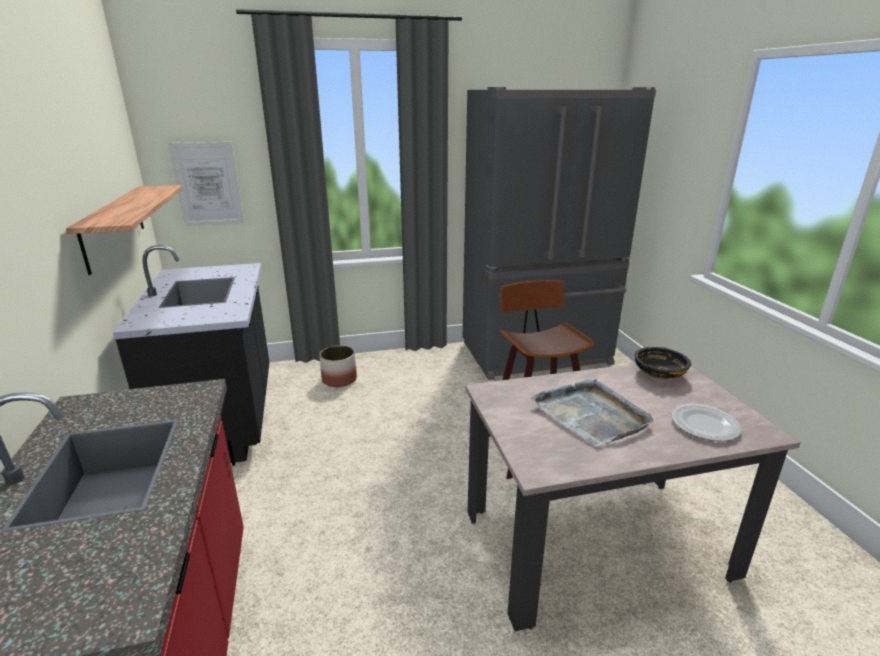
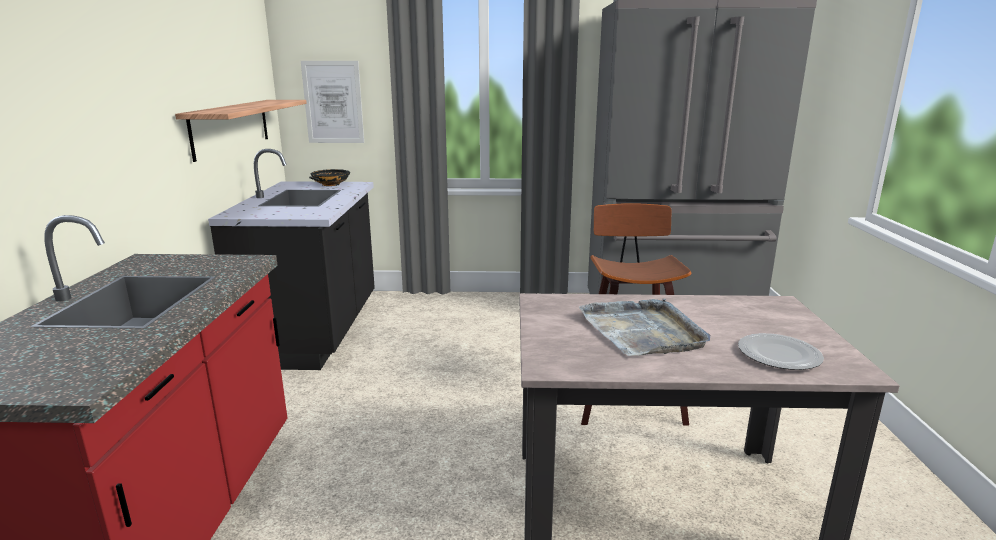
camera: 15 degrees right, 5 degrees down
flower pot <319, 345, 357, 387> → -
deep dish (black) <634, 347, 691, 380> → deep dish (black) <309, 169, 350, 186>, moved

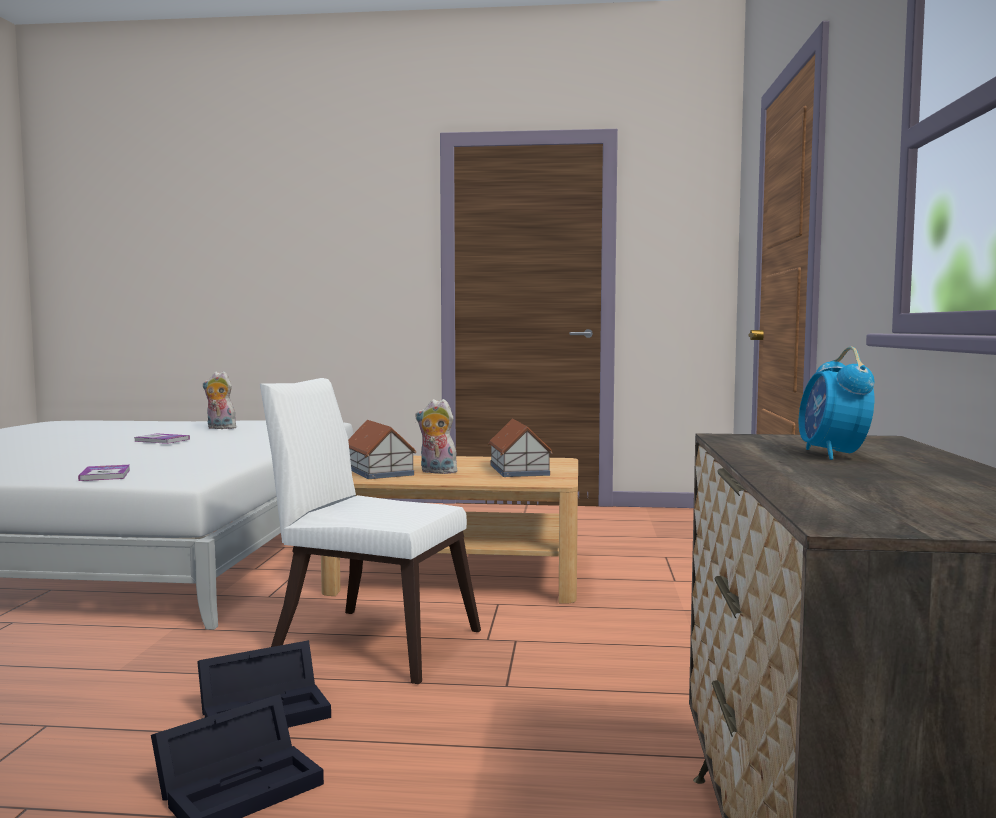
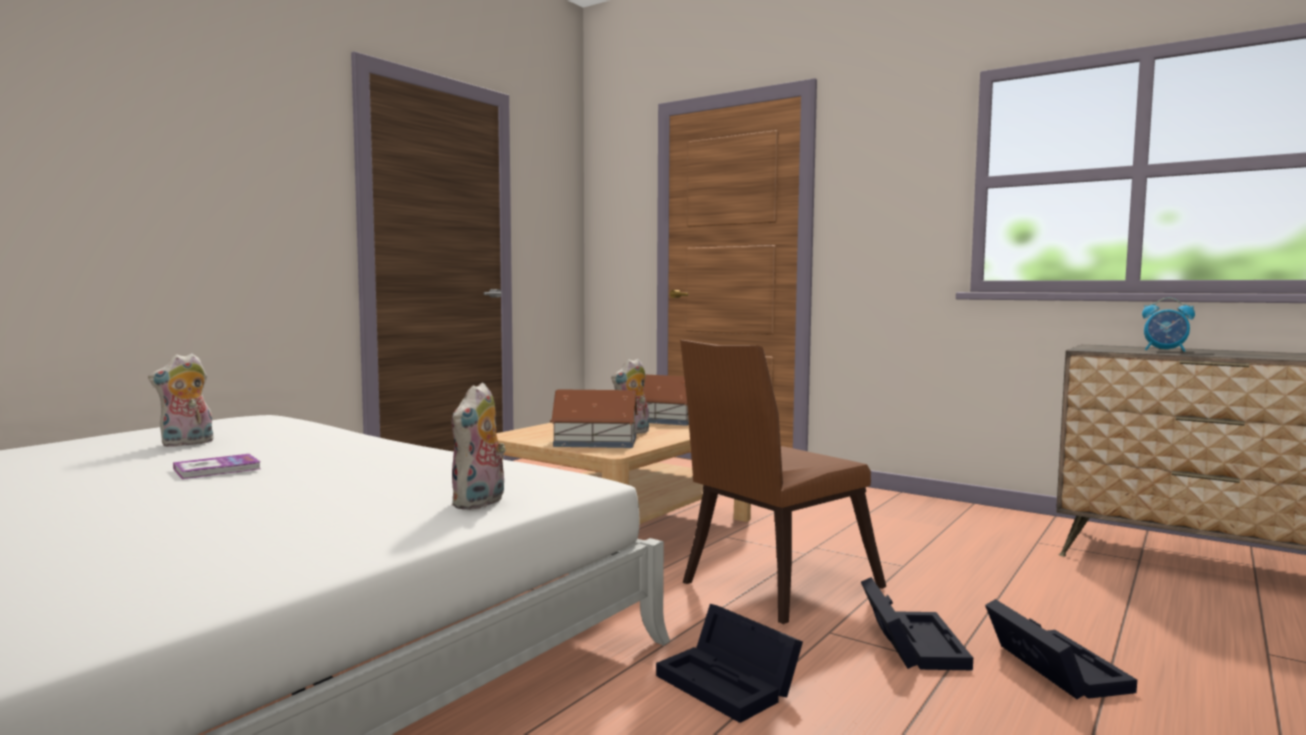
camera: 60 degrees left, 0 degrees up
bound book <78, 465, 130, 481> → soft toy <452, 383, 506, 510>
plain chair (white-coloured) <260, 378, 481, 684> → plain chair (brown) <680, 340, 886, 624>
- → storage box (black) <656, 604, 803, 723>

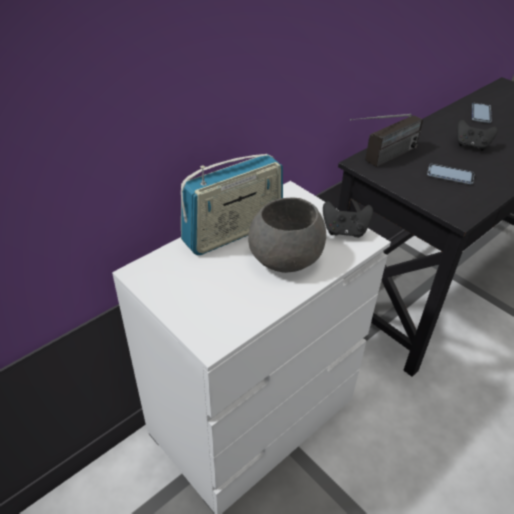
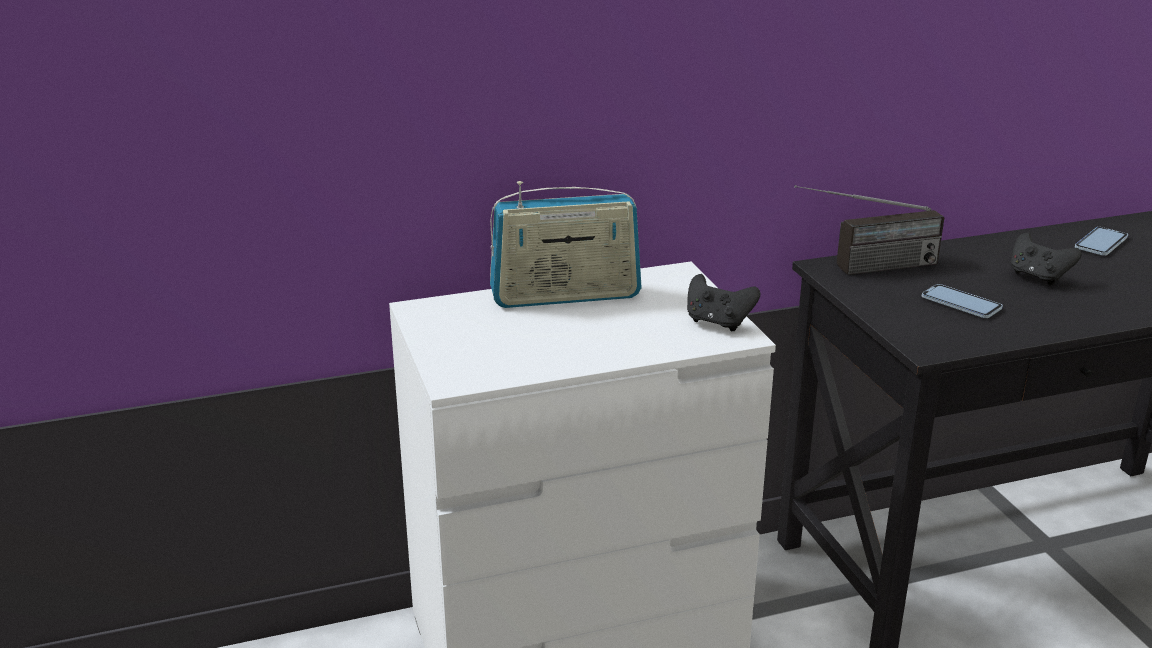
camera: 25 degrees right, 15 degrees down
deep dish (gray) <248, 198, 326, 273> → -

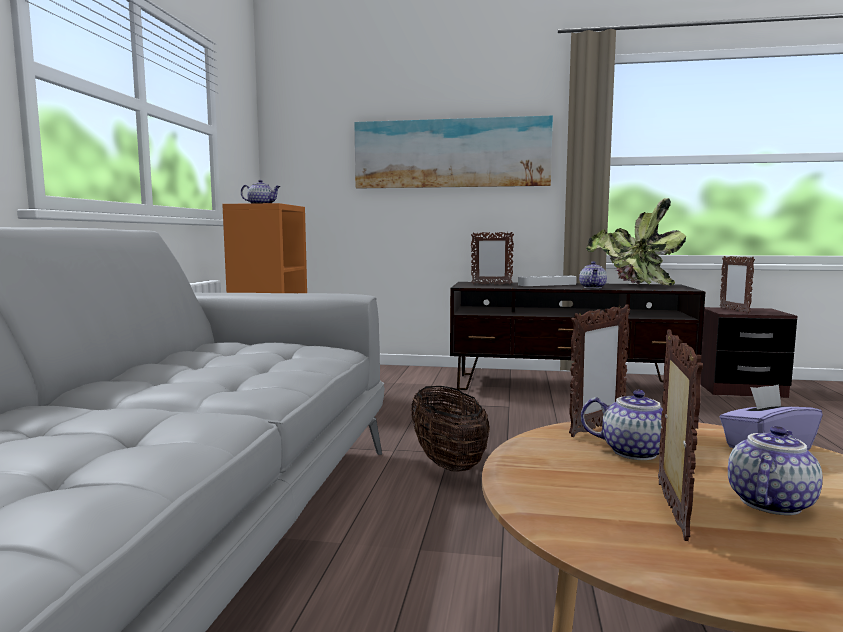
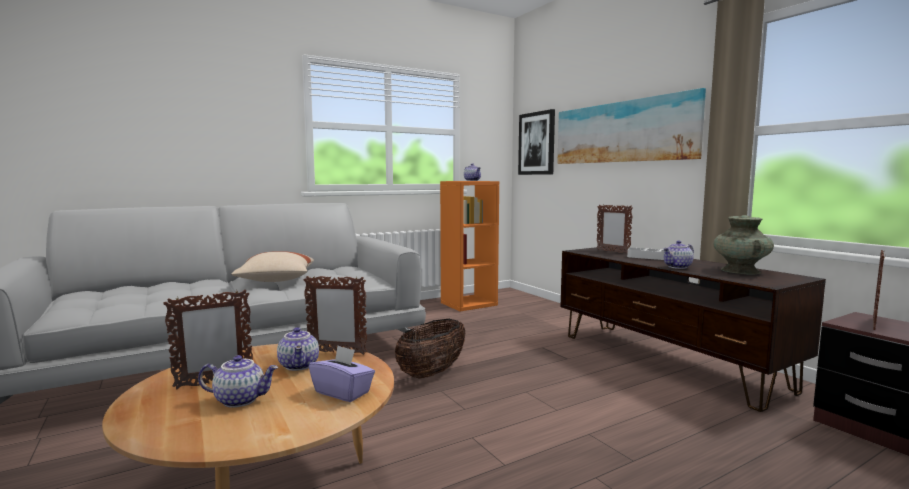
camera: 50 degrees right, 0 degrees up
potted plant <586, 198, 686, 286> → flower vase (turquoise) <713, 215, 774, 275>
- → cushion (sand-coloured) <231, 251, 314, 282>
- → picture <518, 109, 555, 175>

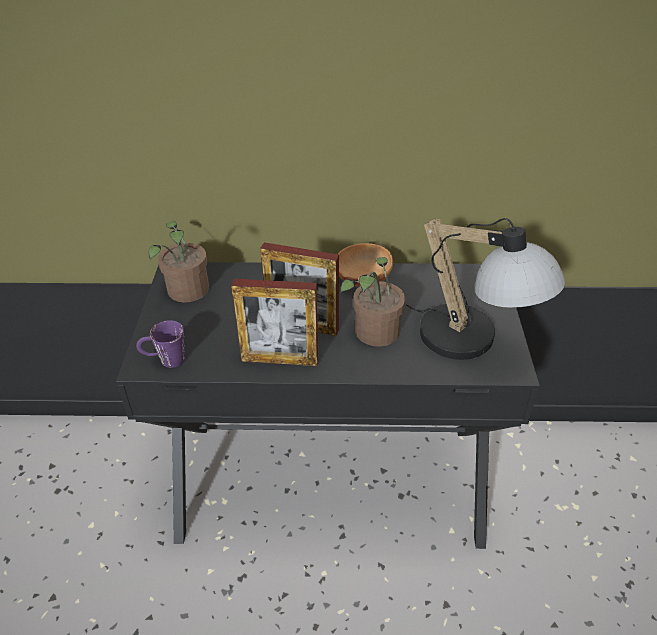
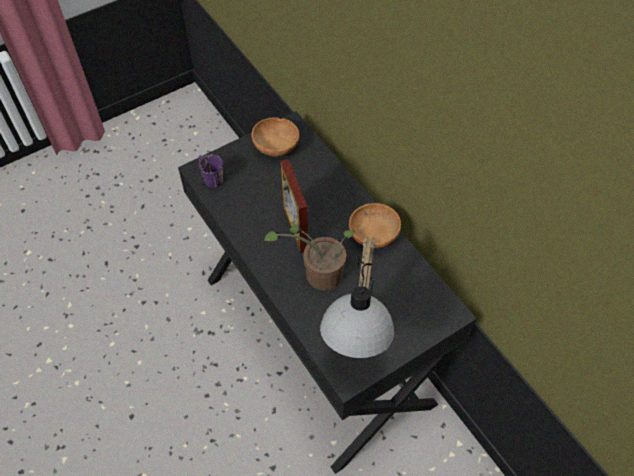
camera: 55 degrees right, 15 degrees up
potted plant <149, 221, 209, 302> → deep dish (brown) <252, 117, 299, 156>
standing frame <231, 279, 319, 366> → -

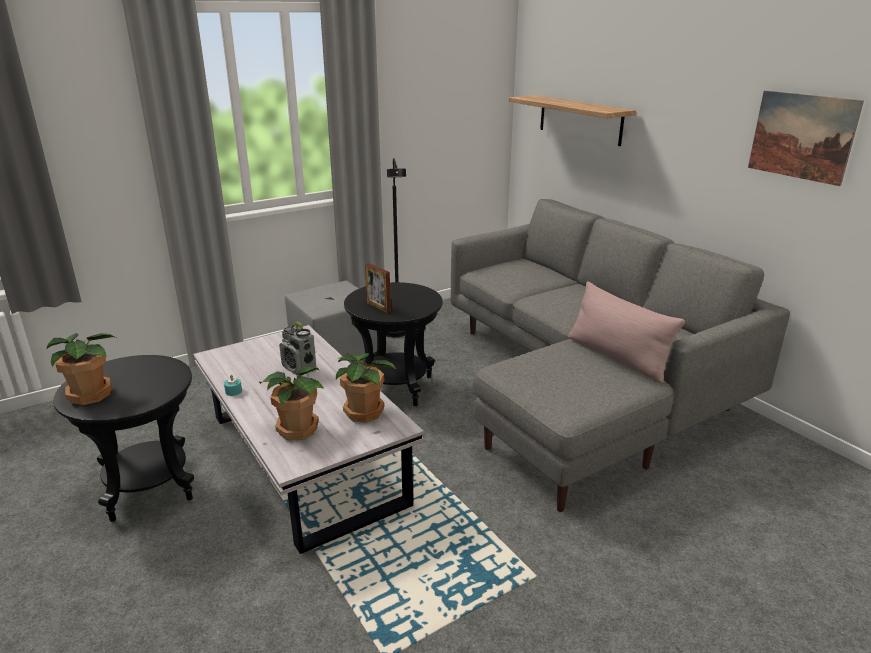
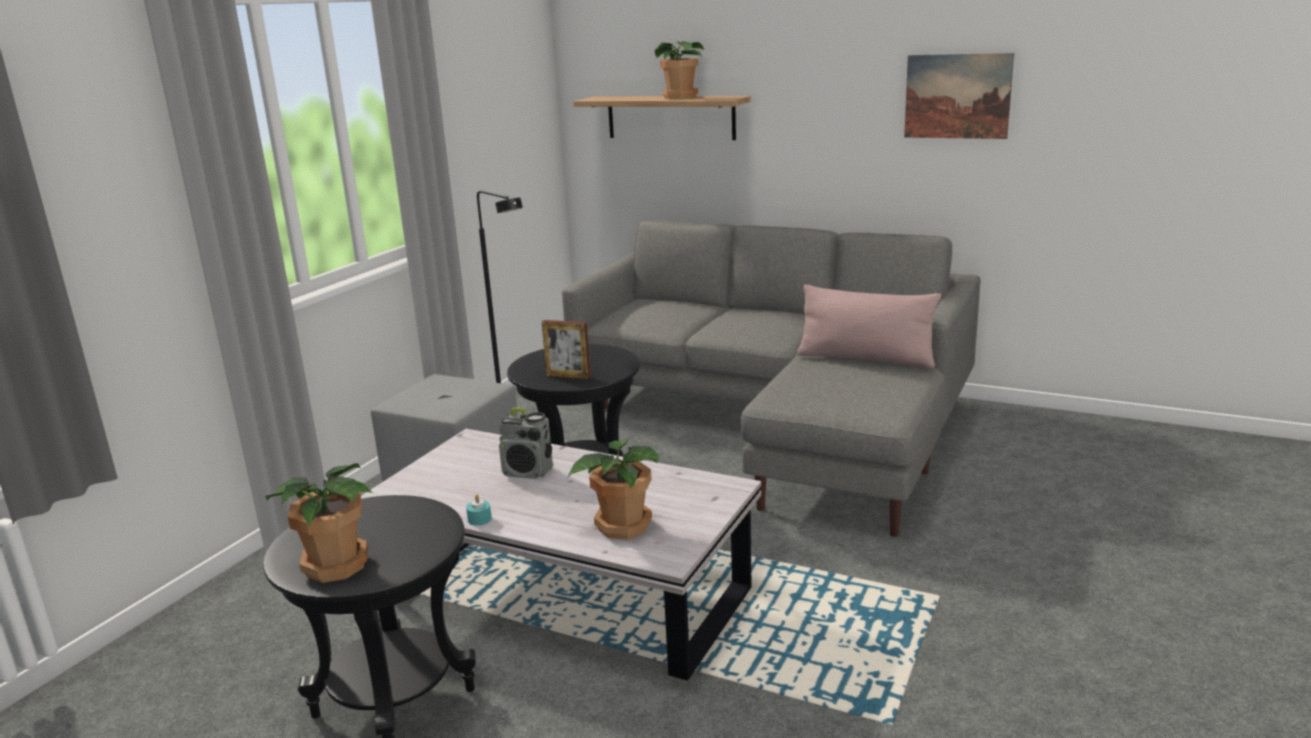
camera: 30 degrees left, 5 degrees down
potted plant <336, 353, 397, 423> → potted plant <655, 41, 704, 100>, moved

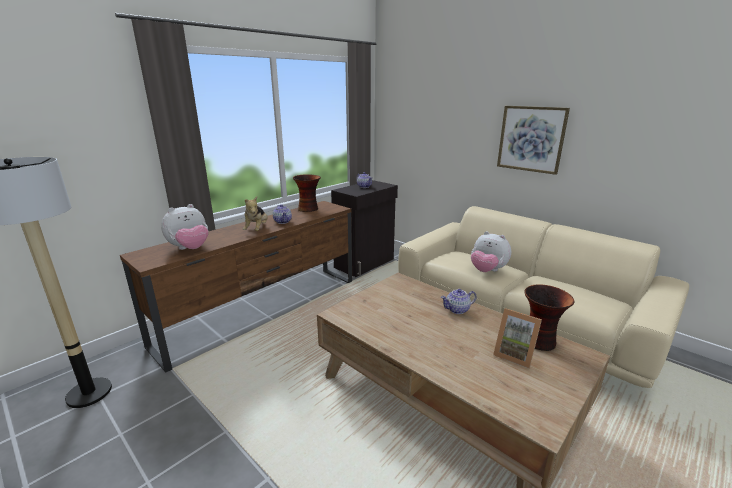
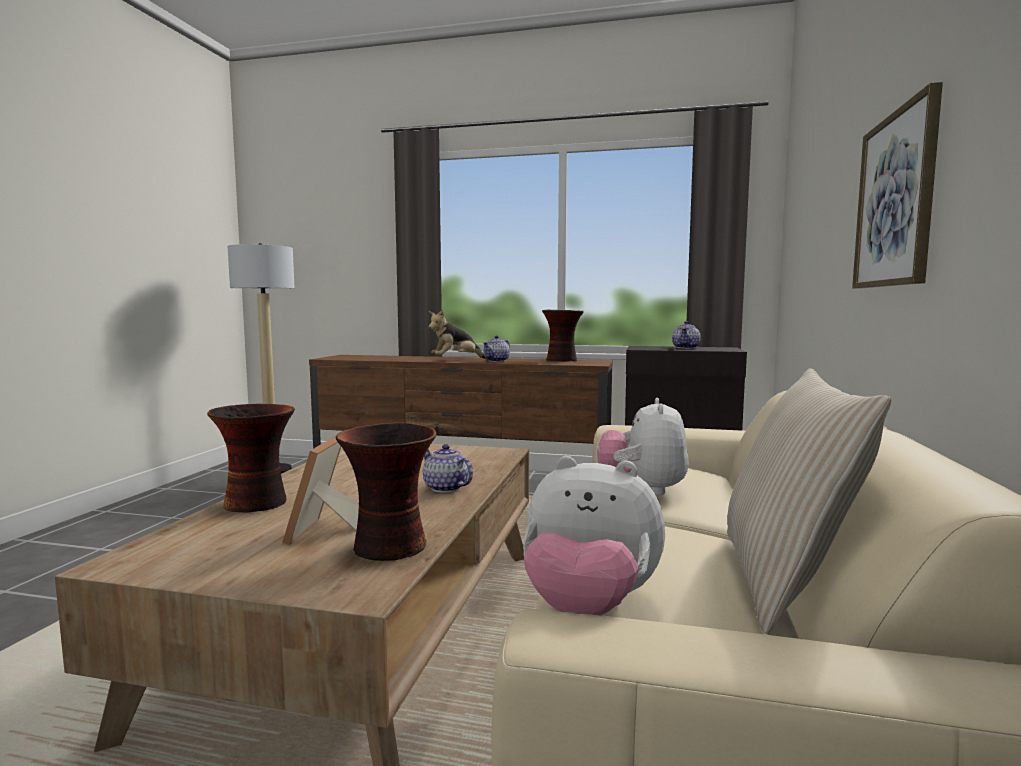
camera: 60 degrees right, 15 degrees down
soft toy <161, 204, 209, 250> → soft toy <523, 456, 665, 615>, moved
- → flower vase <207, 404, 295, 513>
- → cushion (sand-coloured) <727, 368, 891, 634>

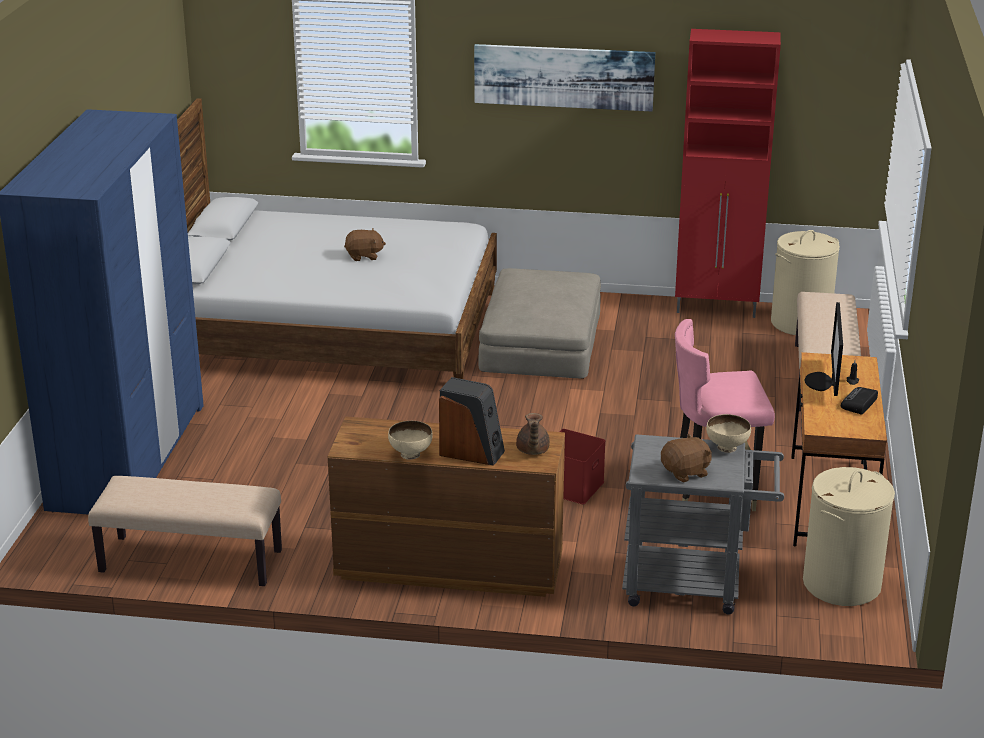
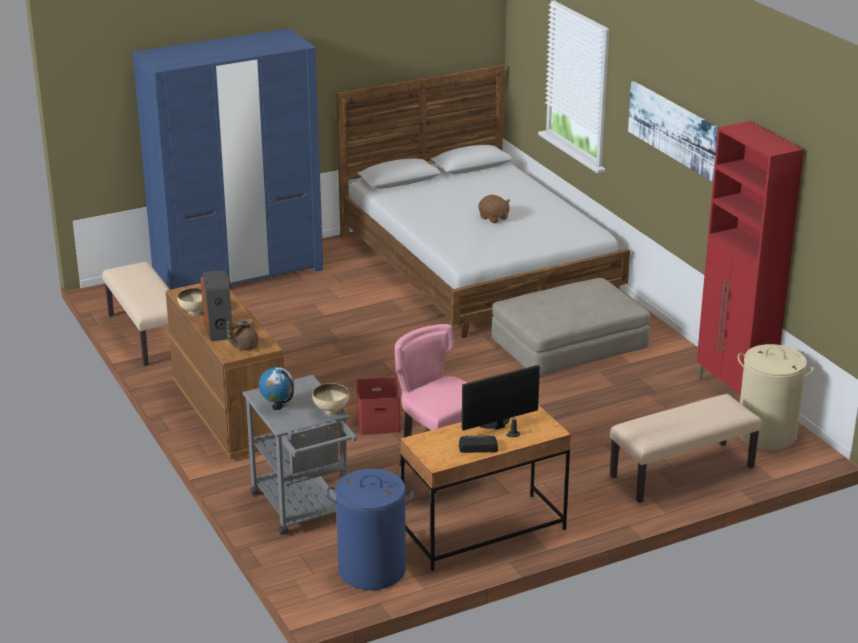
camera: 55 degrees right, 0 degrees up
soft toy (brown) <661, 434, 712, 483> → globe <259, 367, 294, 410>
hamper (sand-coloured) <803, 467, 895, 606> → hamper (blue) <327, 469, 414, 590>

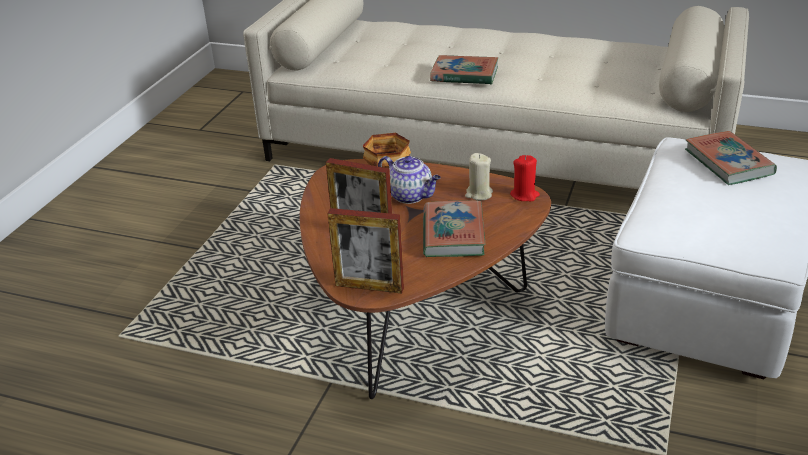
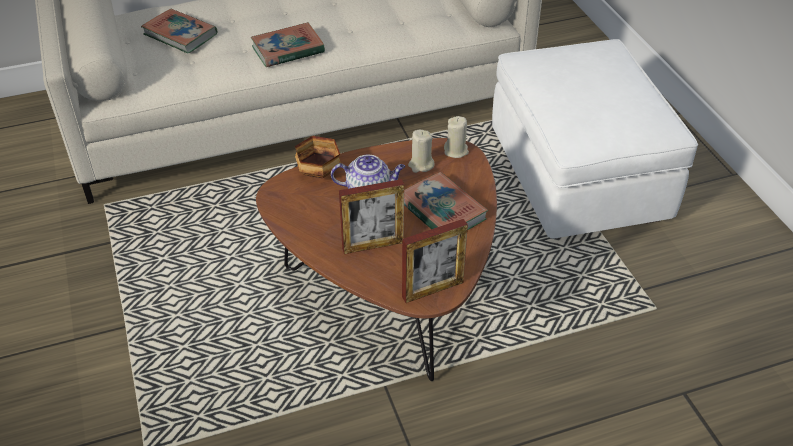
camera: 40 degrees left, 10 degrees up
wax light (red) <510, 155, 540, 201> → wax light (sand-coloured) <444, 116, 469, 158>
bound book <685, 131, 777, 185> → bound book <141, 9, 218, 53>, moved

